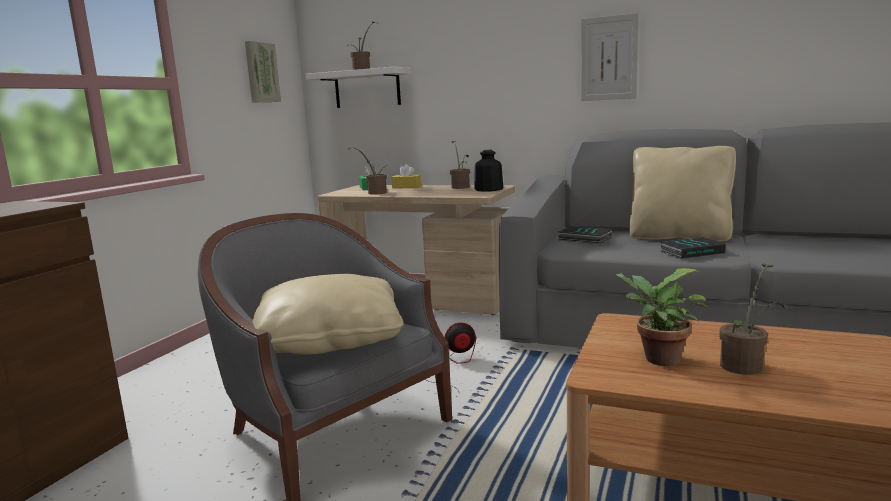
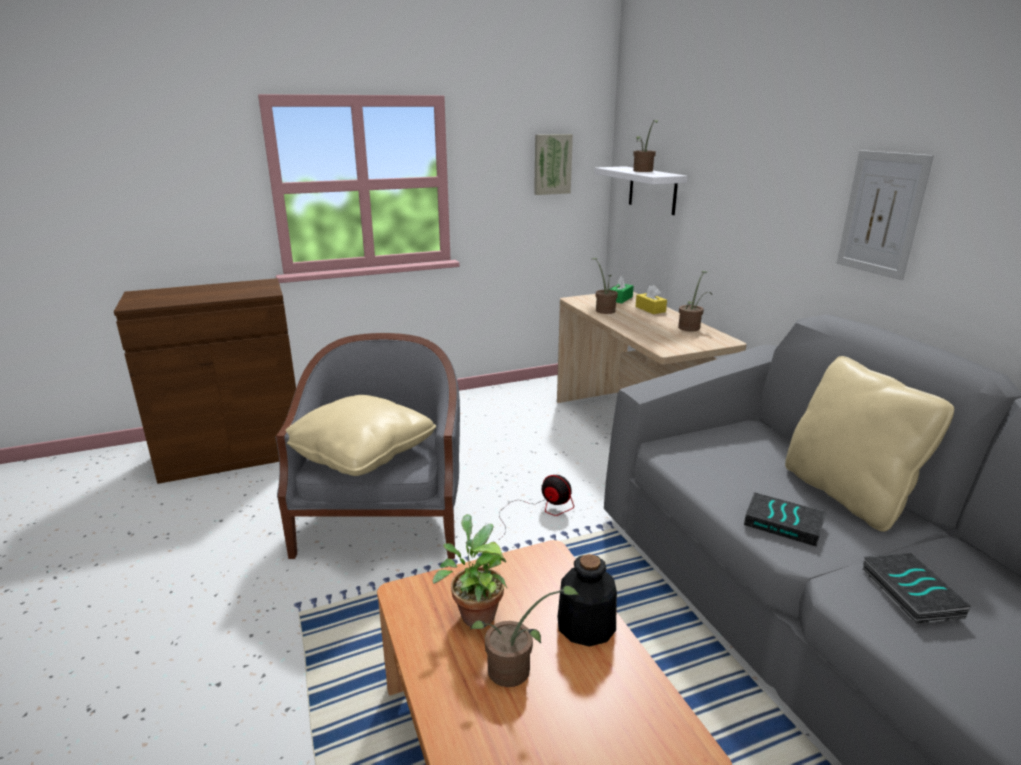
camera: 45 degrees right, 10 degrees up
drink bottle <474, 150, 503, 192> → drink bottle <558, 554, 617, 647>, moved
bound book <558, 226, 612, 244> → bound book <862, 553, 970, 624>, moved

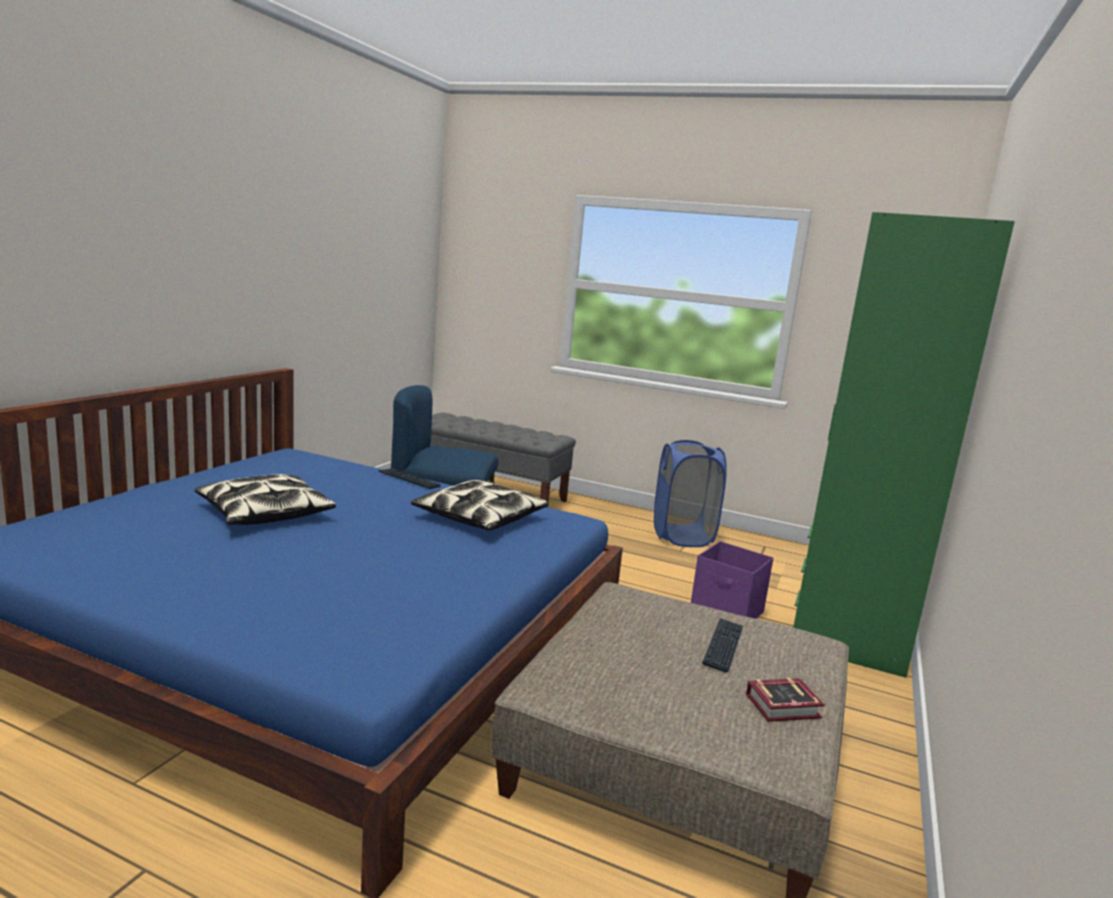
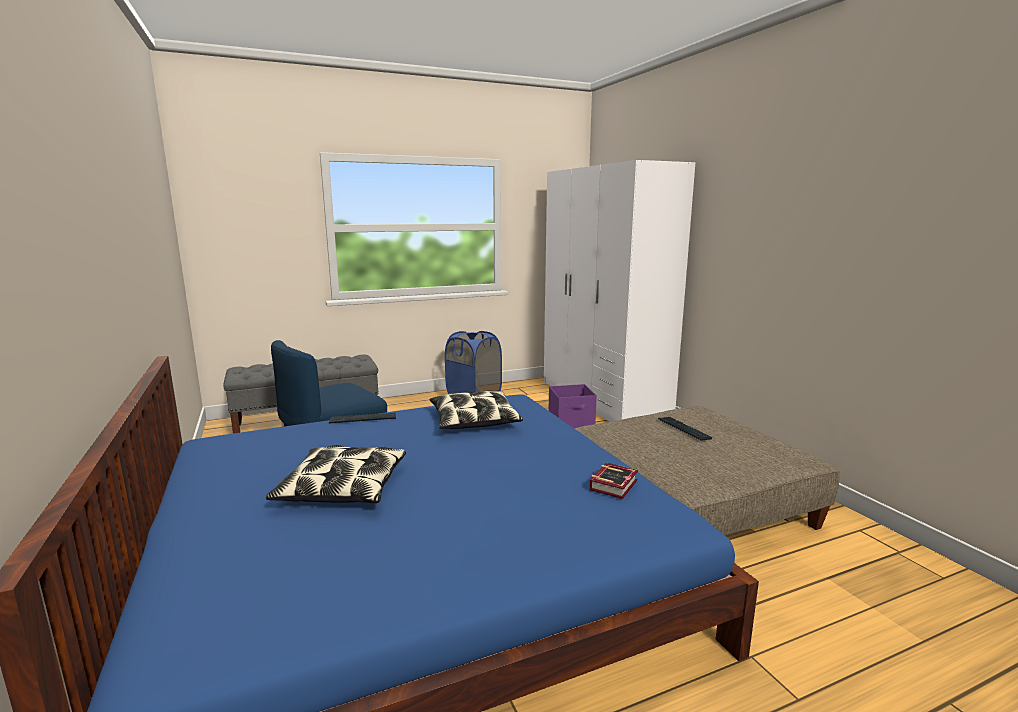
camera: 45 degrees left, 0 degrees up
bound book <746, 678, 825, 722> → bound book <589, 463, 638, 499>, moved
clothes cupboard (green) <793, 212, 1015, 678> → clothes cupboard (white-coloured) <544, 160, 695, 422>

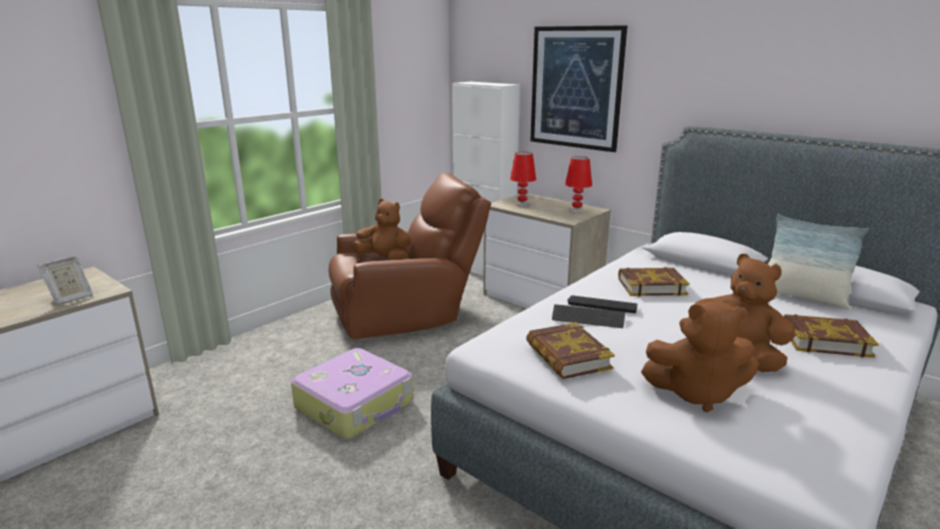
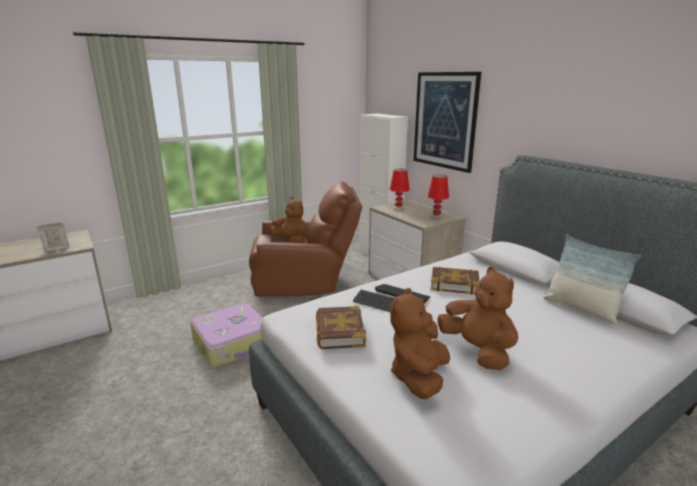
camera: 15 degrees right, 0 degrees up
soft toy (brown) <641, 301, 759, 412> → soft toy (brown) <390, 288, 450, 399>, 90 degrees clockwise
bound book <784, 314, 879, 358> → -

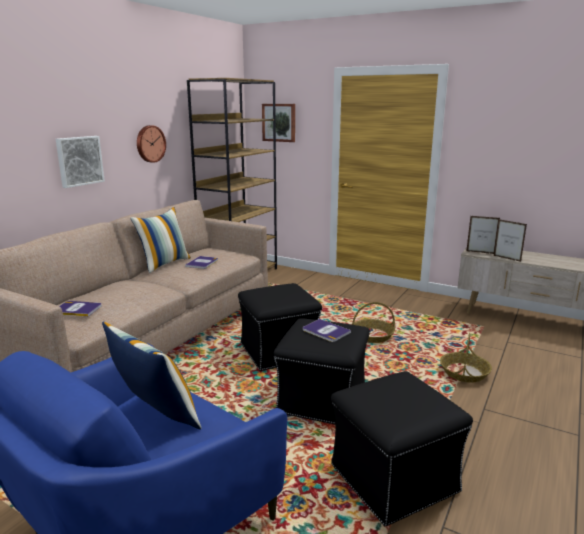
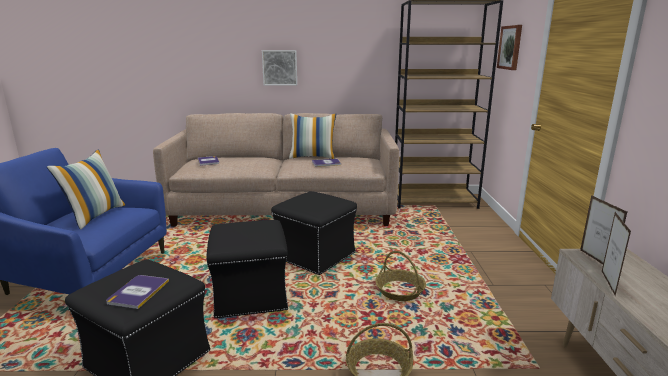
camera: 60 degrees right, 0 degrees up
hanging clock <137, 125, 166, 163> → -
bound book <303, 319, 351, 342> → bound book <106, 275, 169, 309>, moved

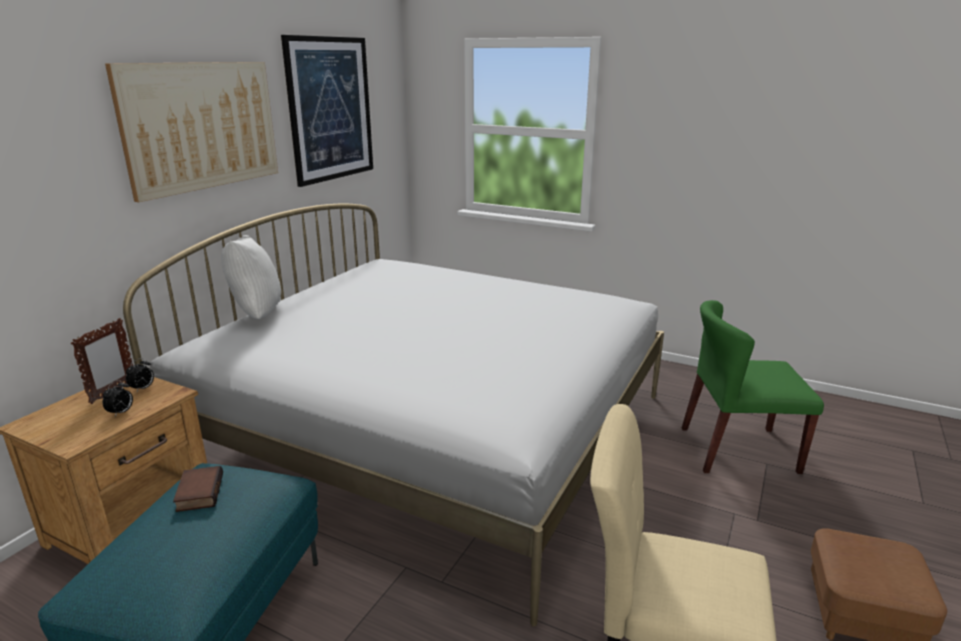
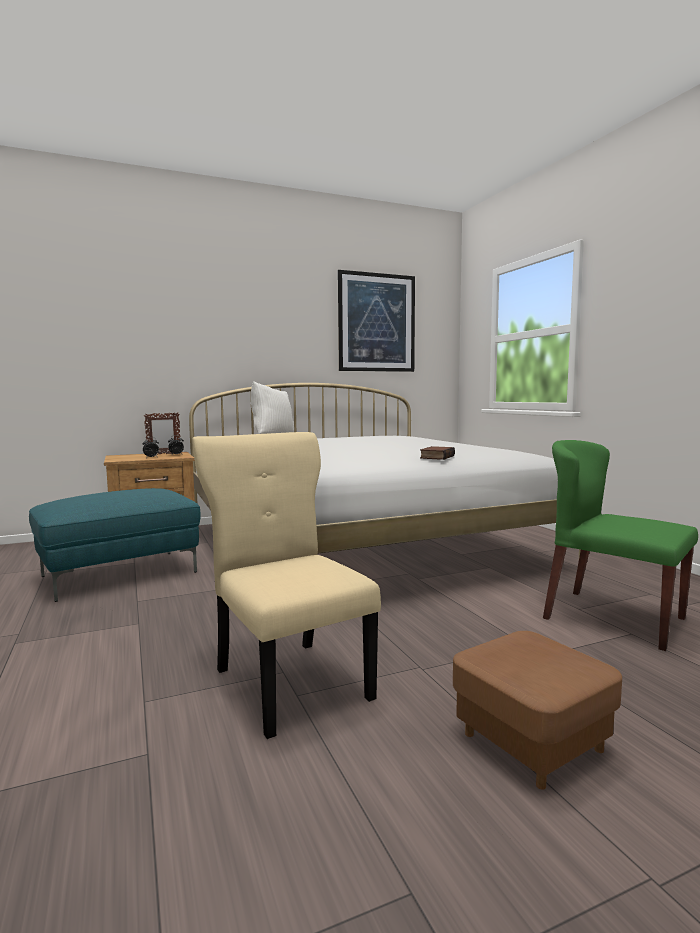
camera: 40 degrees right, 15 degrees down
picture <105, 62, 278, 202> → -
bound book <173, 466, 223, 512> → bound book <420, 446, 455, 460>, moved

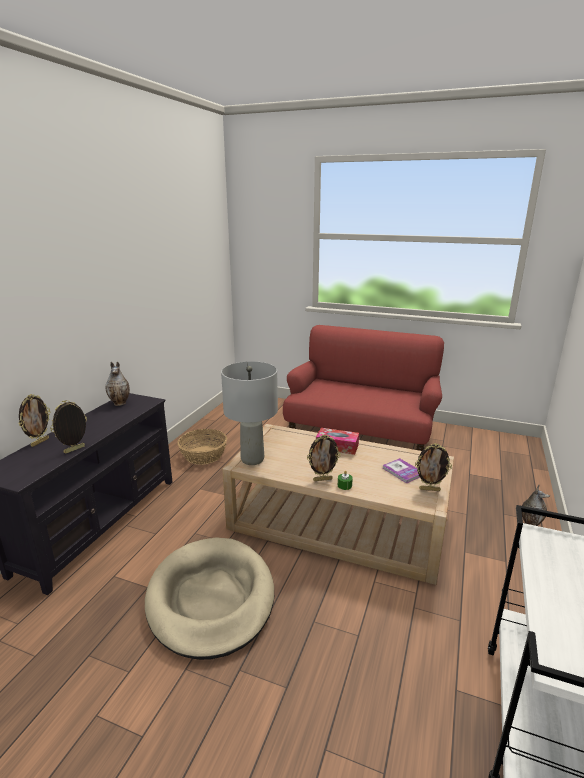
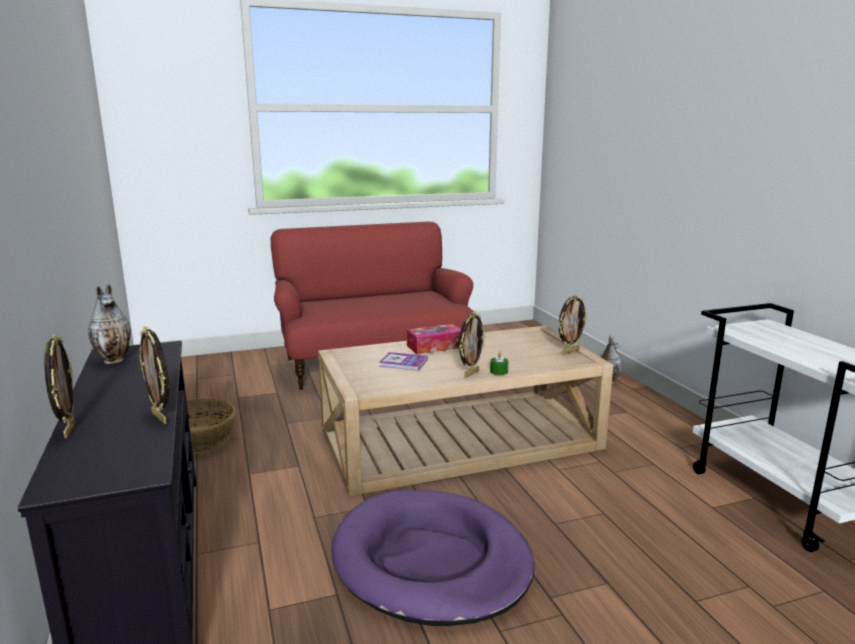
camera: 40 degrees left, 5 degrees down
standing frame <50, 400, 87, 453> → standing frame <139, 326, 169, 424>, 45 degrees counterclockwise
dog bed (sand-coloured) <145, 537, 274, 660> → dog bed (purple) <331, 490, 535, 626>
tabletop lamp (gray) <221, 361, 278, 465> → -
bound book <383, 458, 420, 483> → bound book <379, 352, 428, 371>, moved

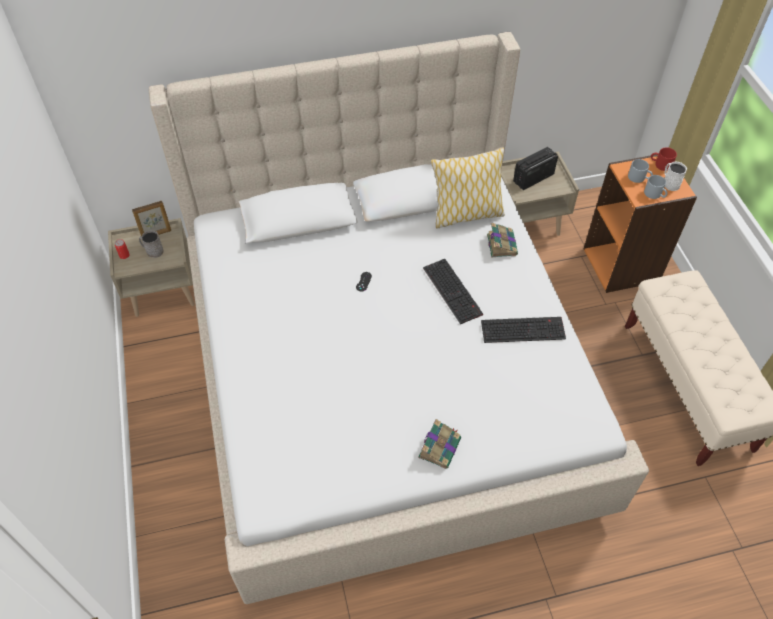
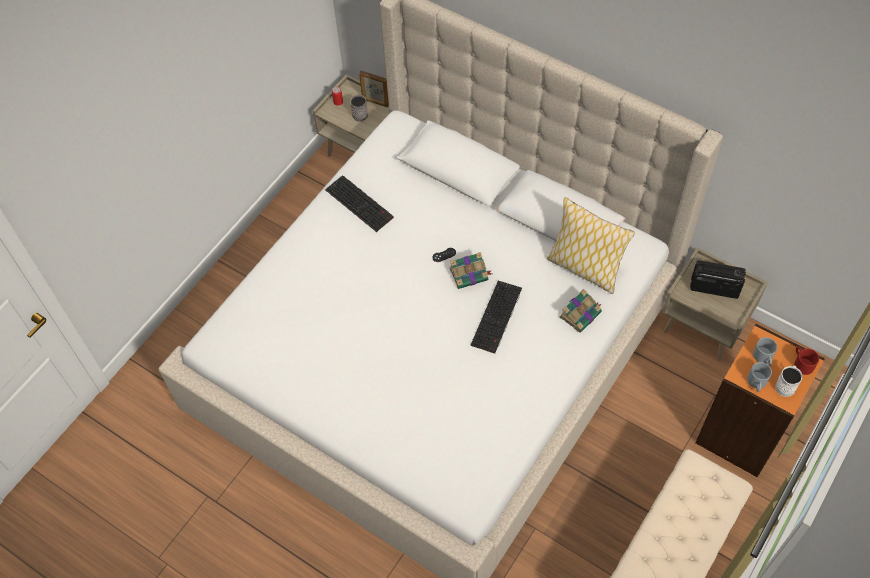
camera: 50 degrees right, 5 degrees up
bound book <418, 419, 461, 469> → bound book <450, 252, 492, 289>, moved
computer keyboard <481, 317, 566, 343> → computer keyboard <325, 175, 394, 232>, moved

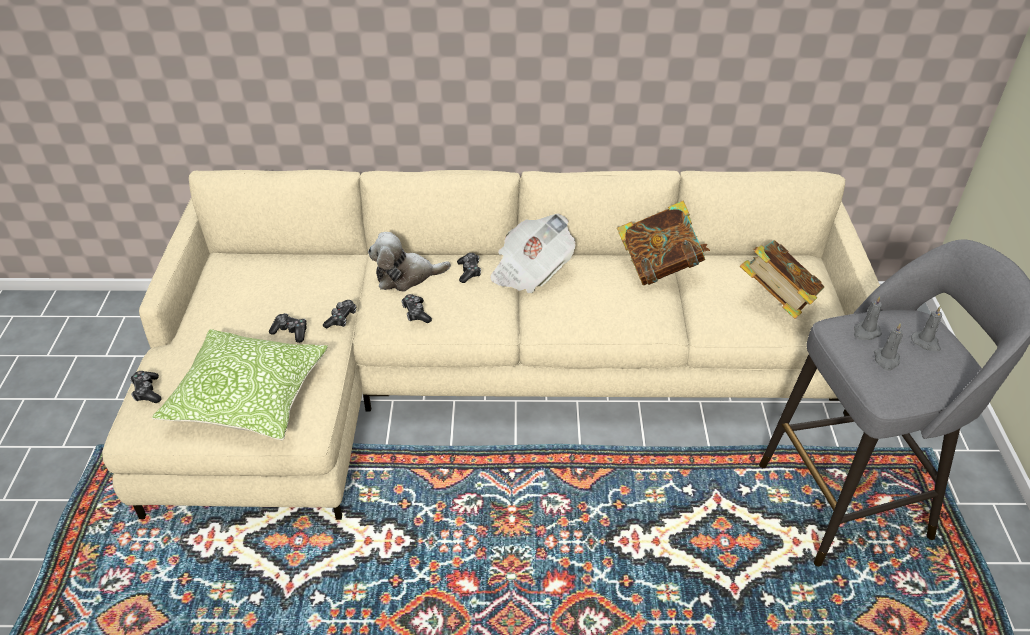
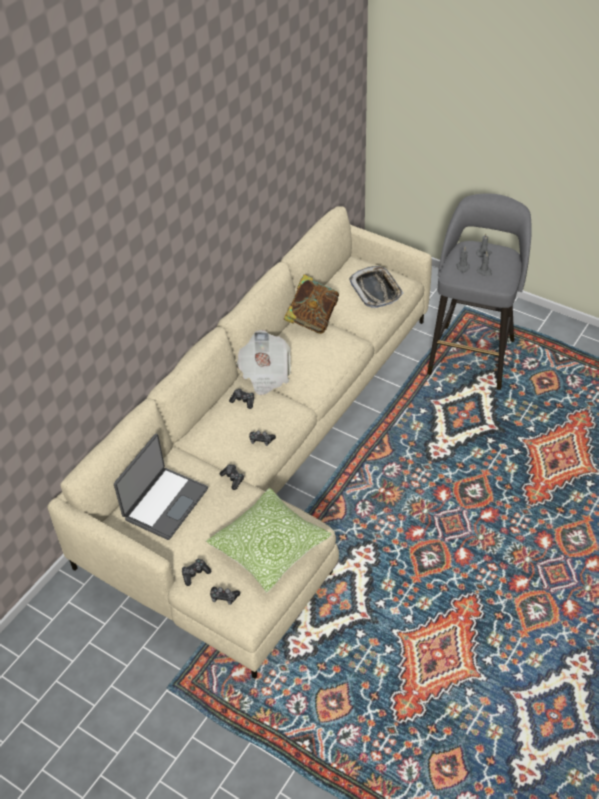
camera: 55 degrees left, 5 degrees up
game controller <269, 313, 307, 343> → game controller <182, 559, 211, 586>, moved
soft toy <368, 232, 451, 292> → -
bound book <740, 240, 825, 319> → tray <349, 266, 404, 308>
- → portable computer <114, 434, 208, 540>

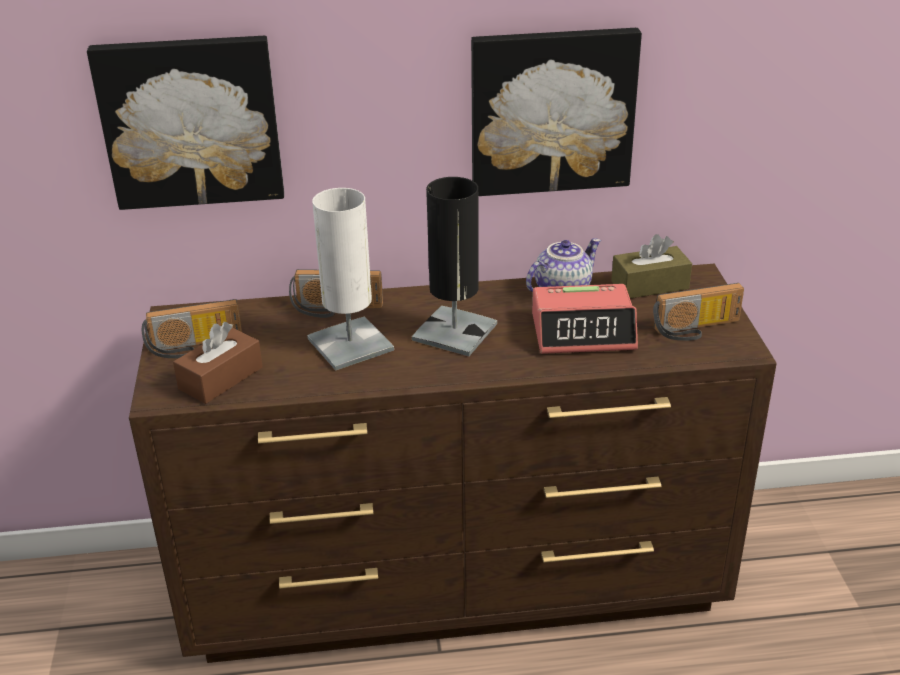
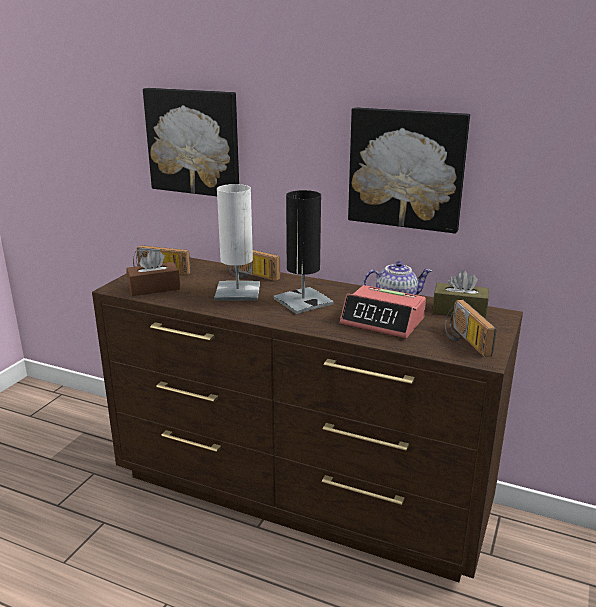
camera: 30 degrees right, 10 degrees down
radio set <653, 283, 744, 341> → radio set <445, 300, 497, 357>, 60 degrees clockwise

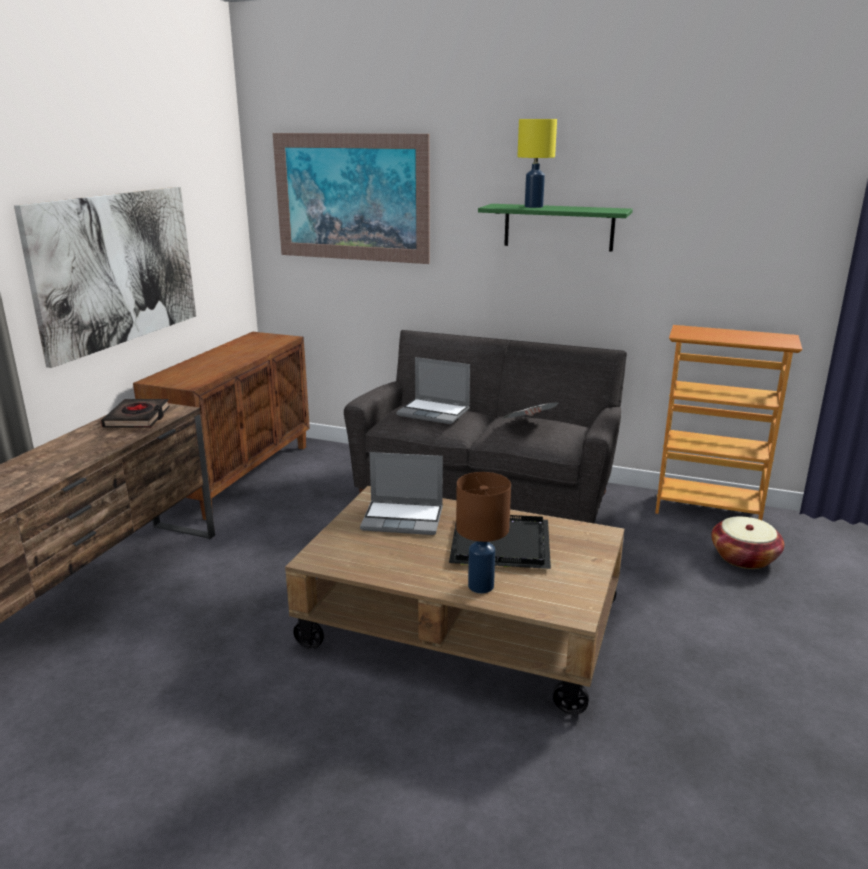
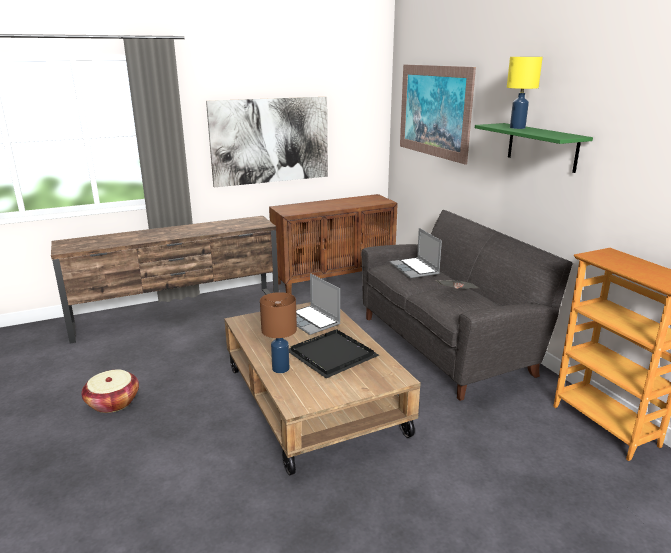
camera: 45 degrees right, 0 degrees up
bound book (black) <101, 399, 170, 428> → -
household basket <711, 517, 784, 569> → household basket <81, 370, 139, 413>, moved

